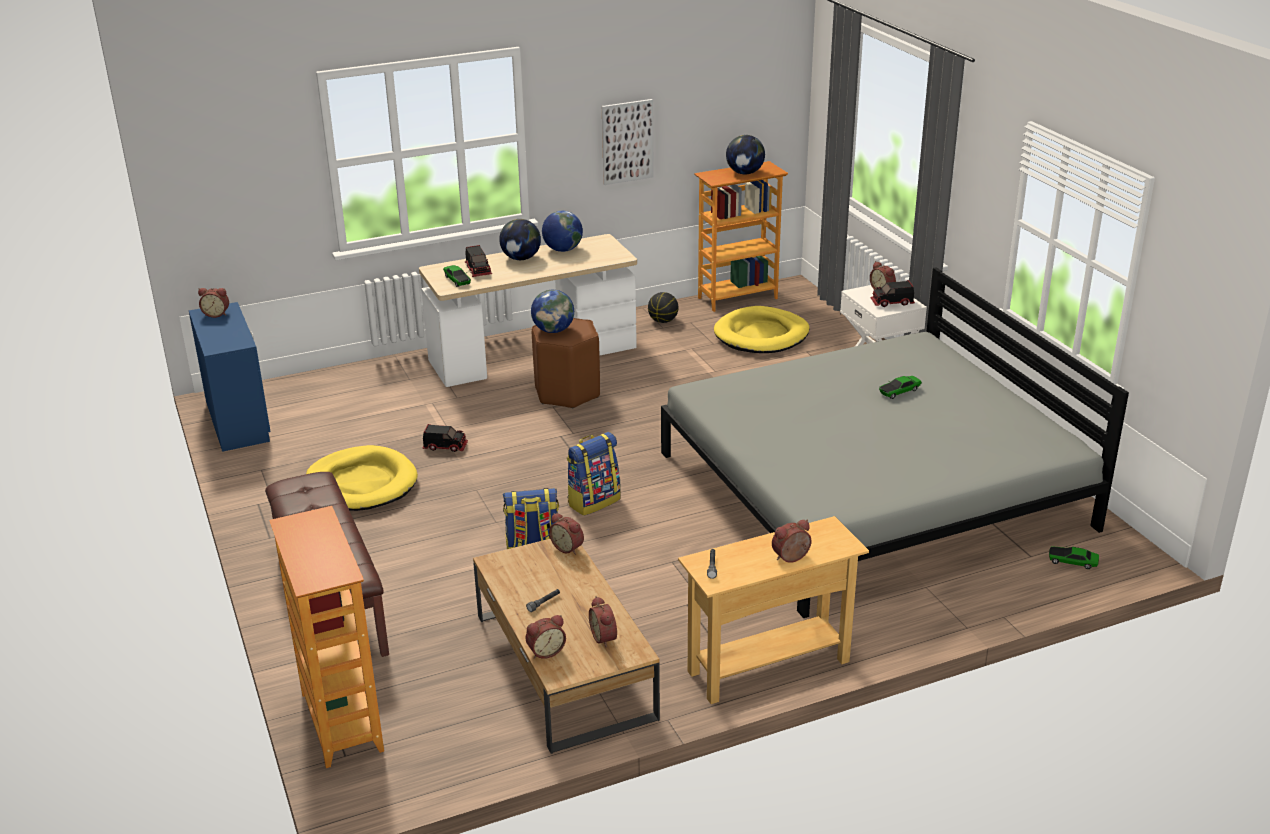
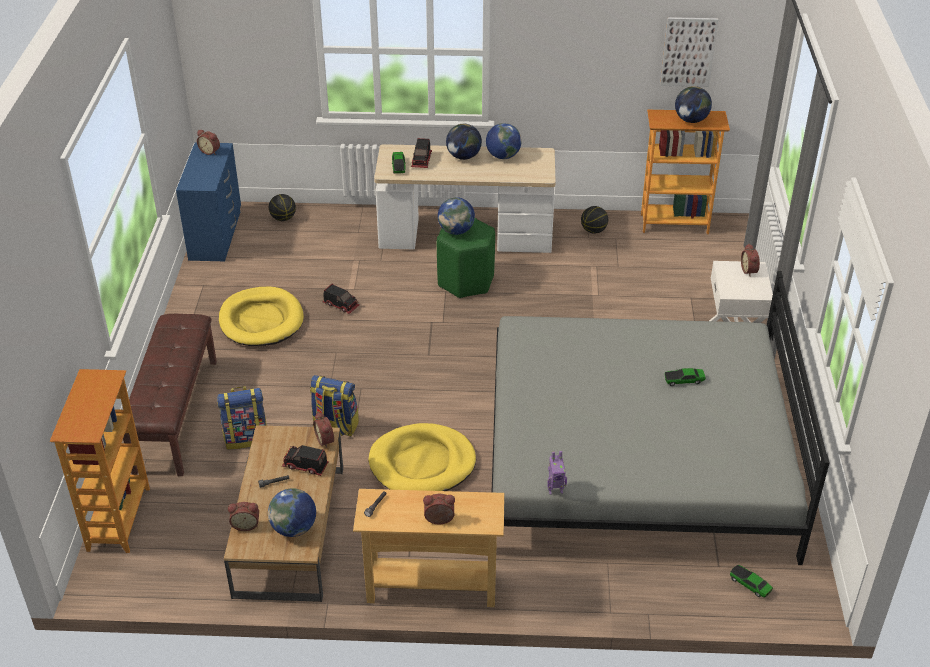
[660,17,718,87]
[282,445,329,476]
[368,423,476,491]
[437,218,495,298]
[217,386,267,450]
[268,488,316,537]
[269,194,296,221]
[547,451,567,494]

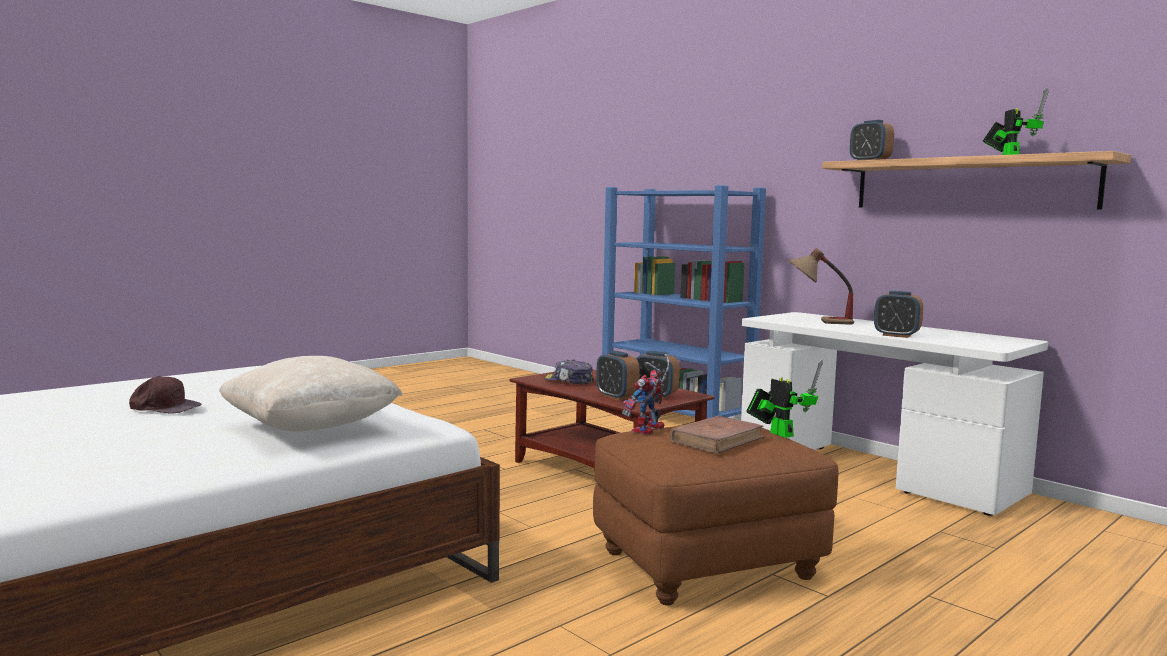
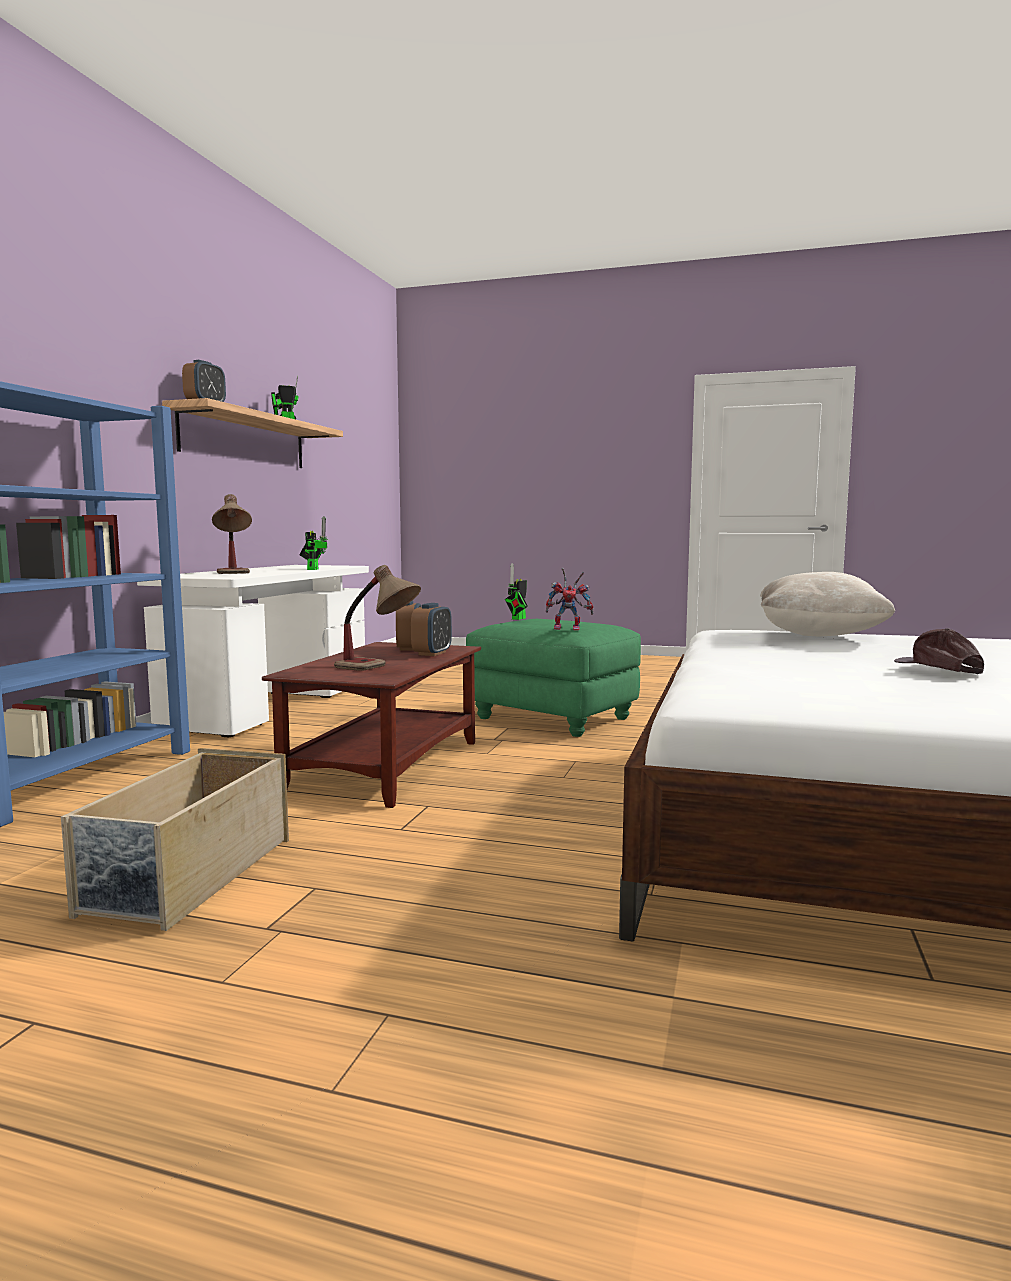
[299,516,328,570]
[334,565,421,671]
[669,416,765,454] (first image)
[466,619,641,737]
[61,748,289,931]

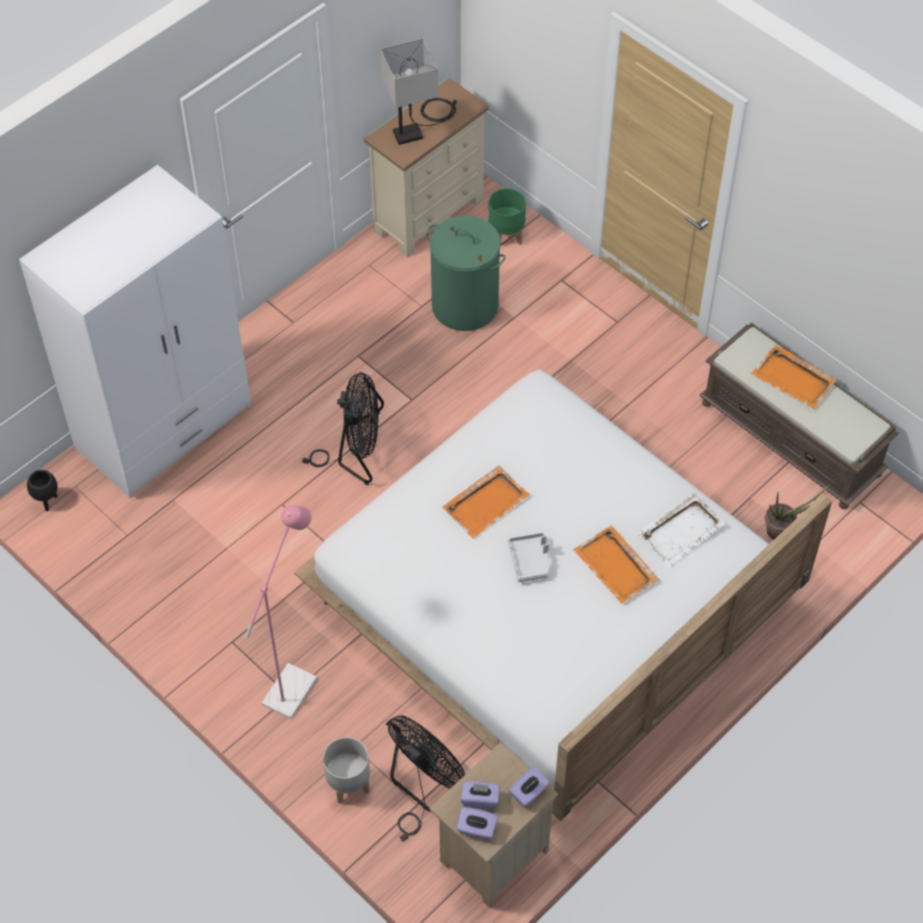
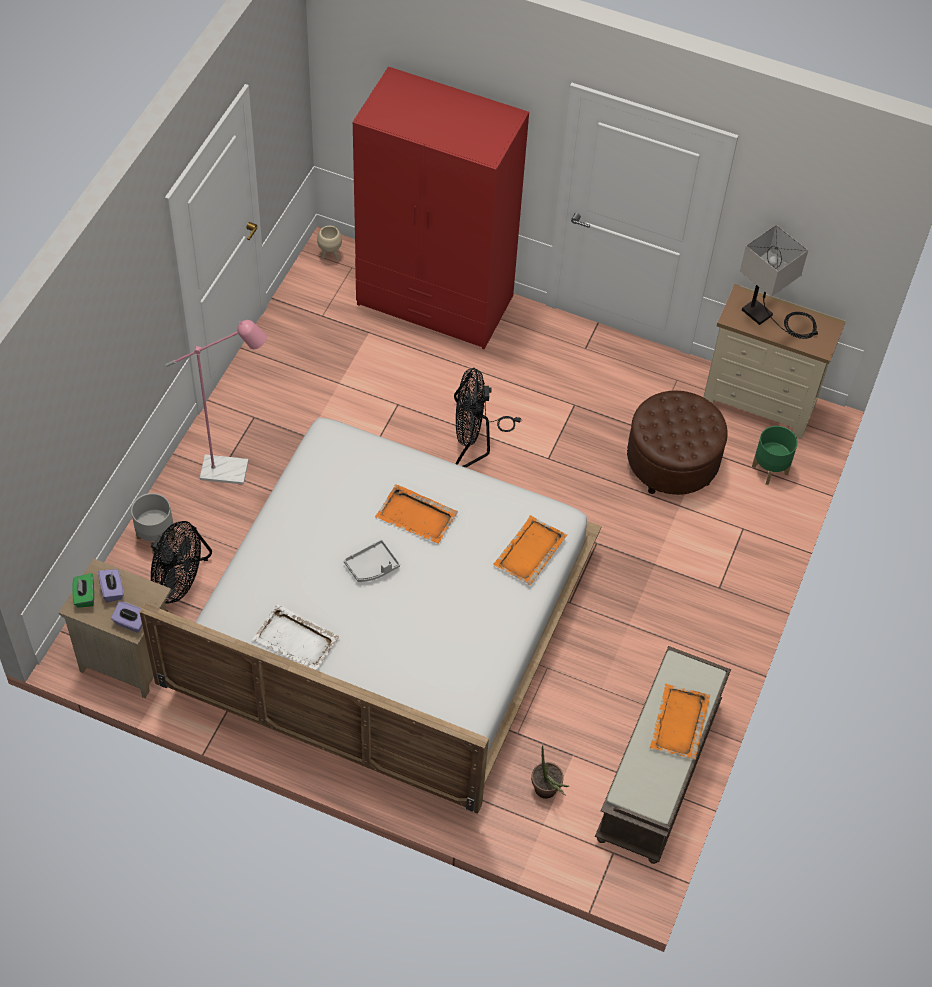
[353,67,529,349]
[627,391,728,495]
[454,368,521,468]
[317,226,342,260]
[252,605,340,670]
[493,515,567,585]
[72,573,94,608]

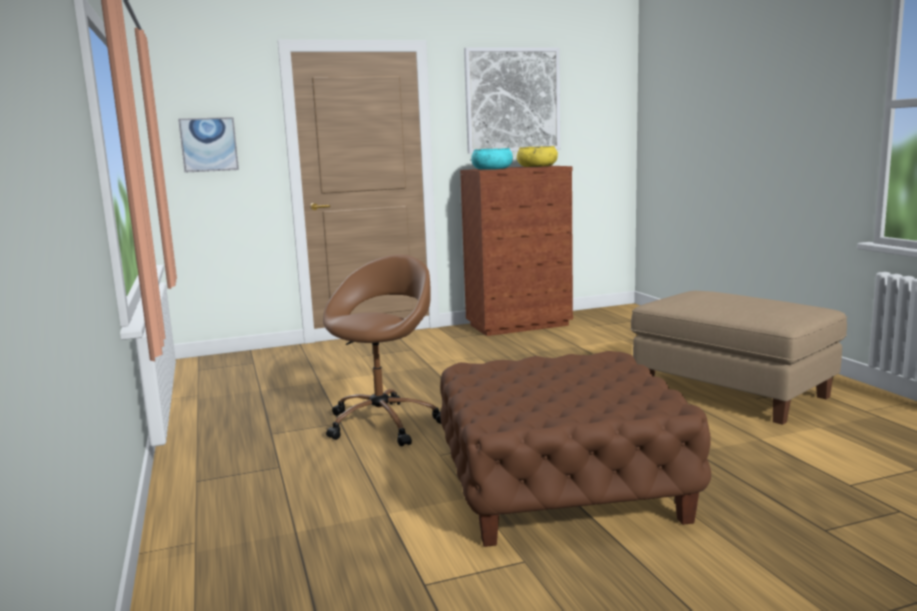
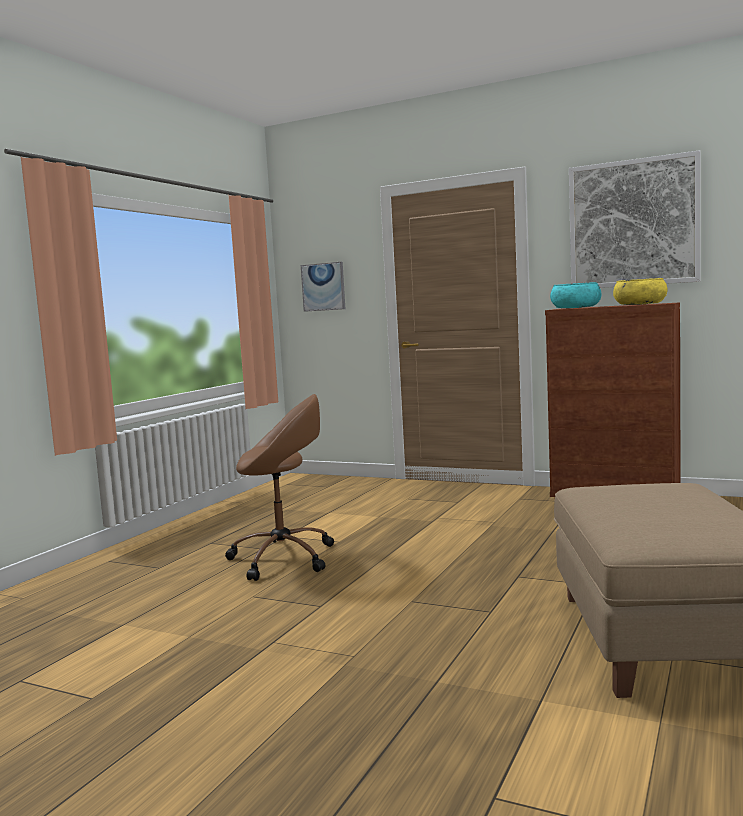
[440,351,711,547] (first image)

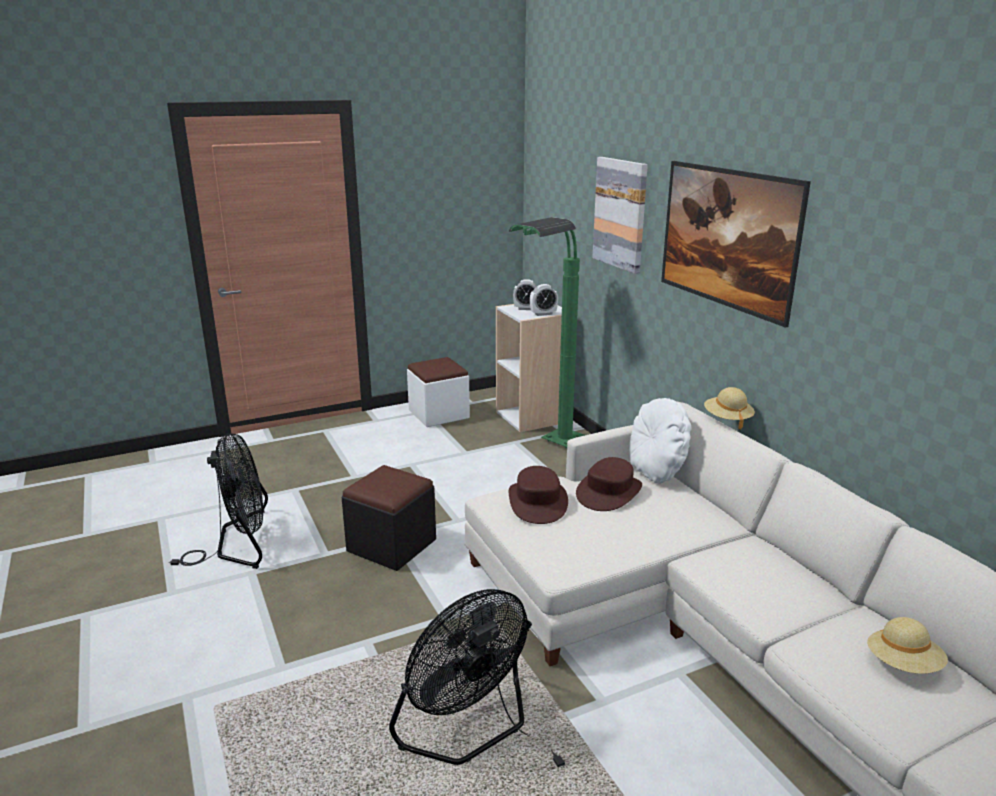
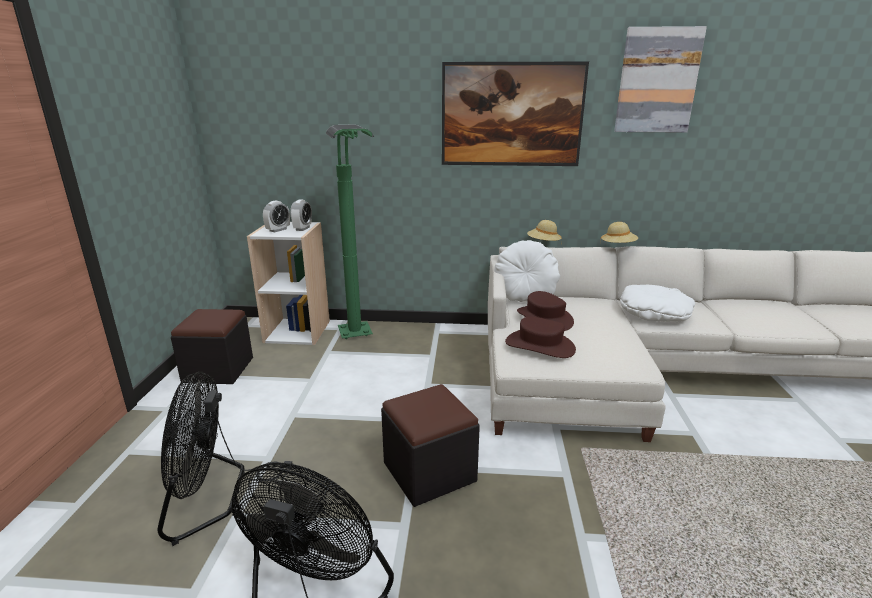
[614,26,707,133]
[171,309,253,384]
[157,371,294,546]
[600,222,638,243]
[620,285,695,322]

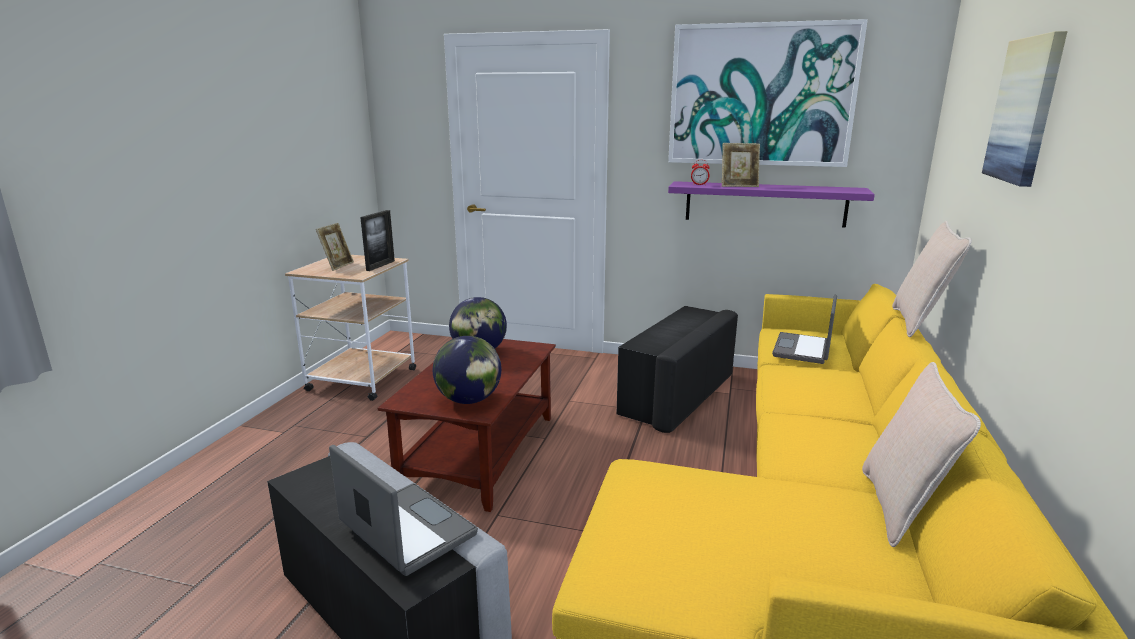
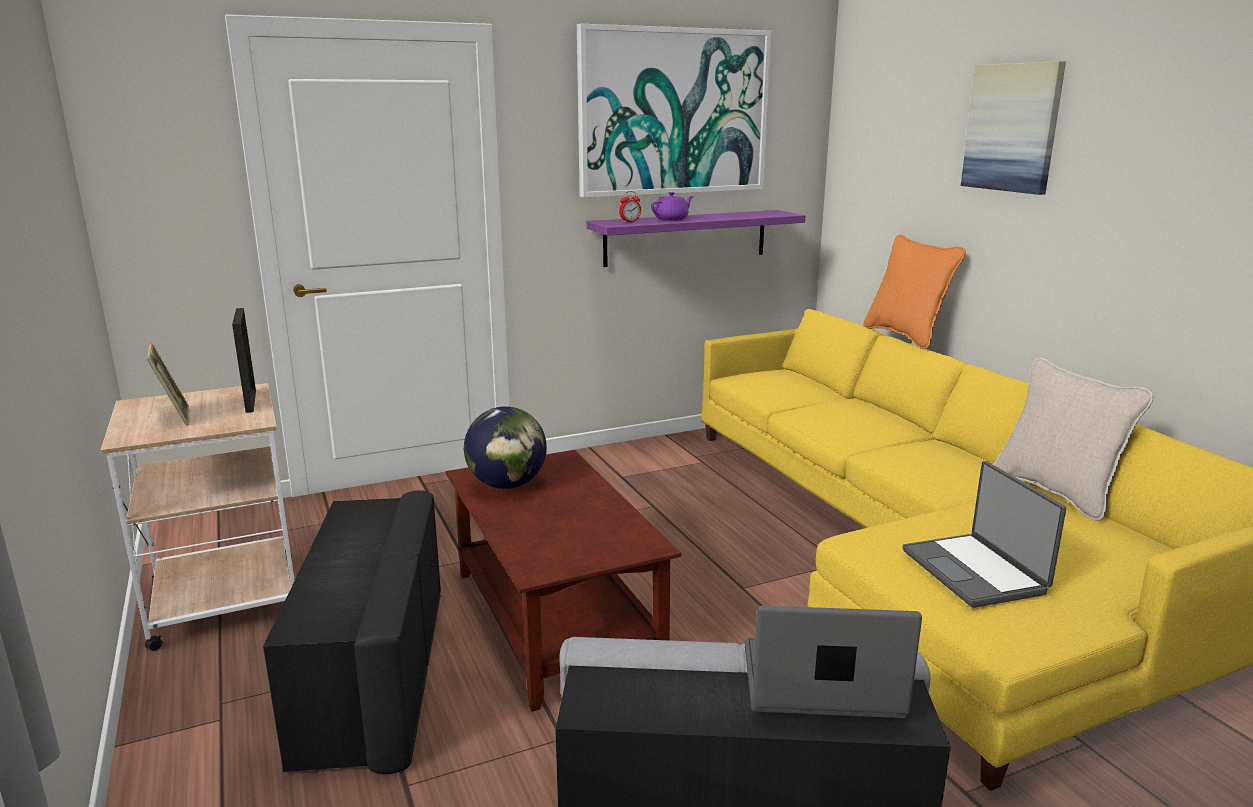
[651,192,693,221]
[863,234,966,349]
[902,461,1066,608]
[263,490,441,774]
[433,336,501,404] (first image)

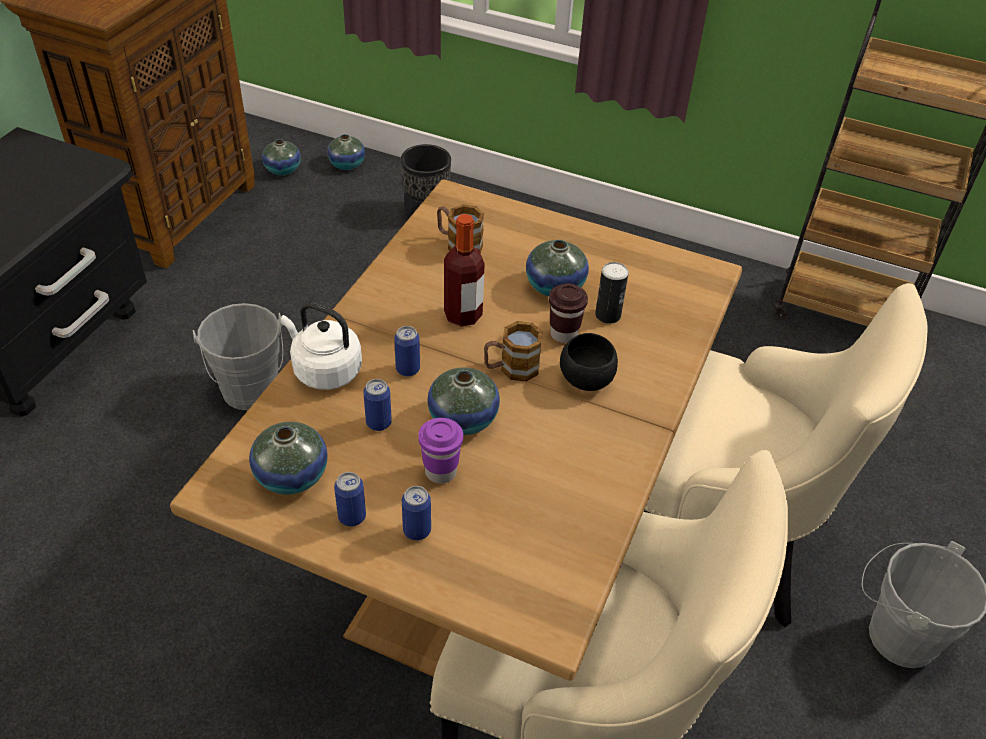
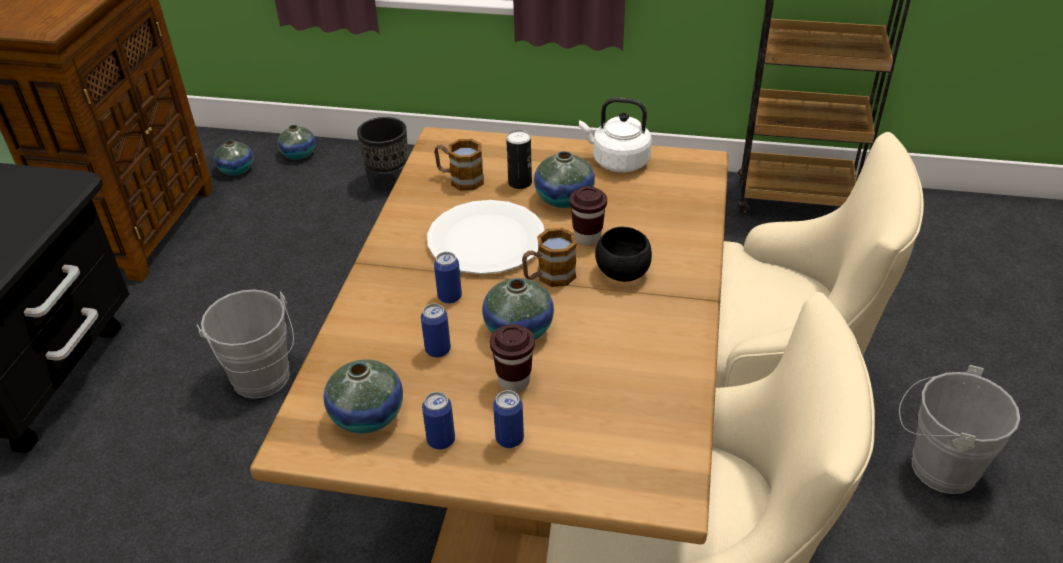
[427,200,545,274]
[506,130,532,189]
[579,97,652,172]
[490,324,535,392]

